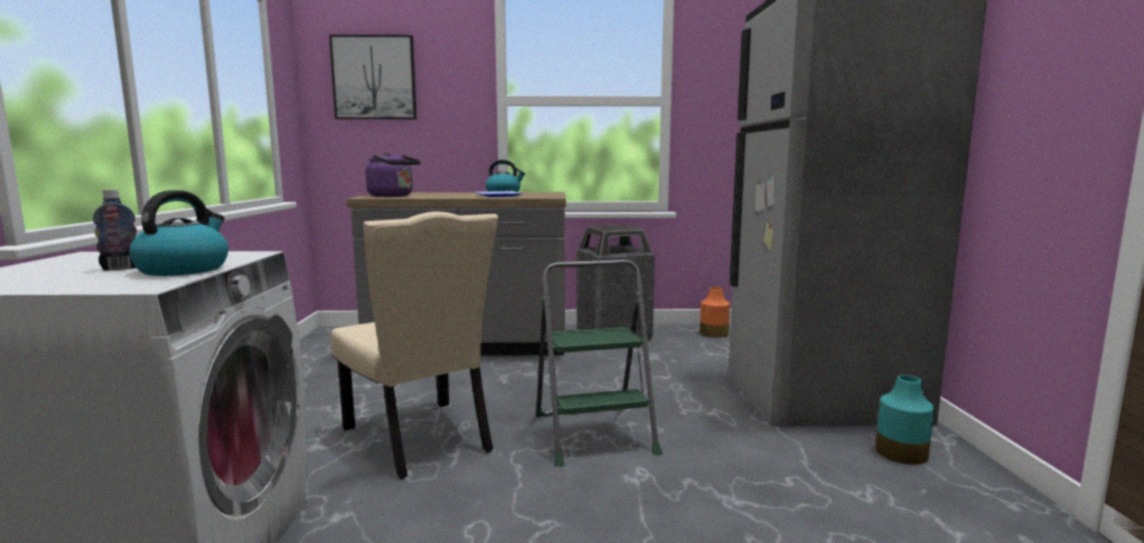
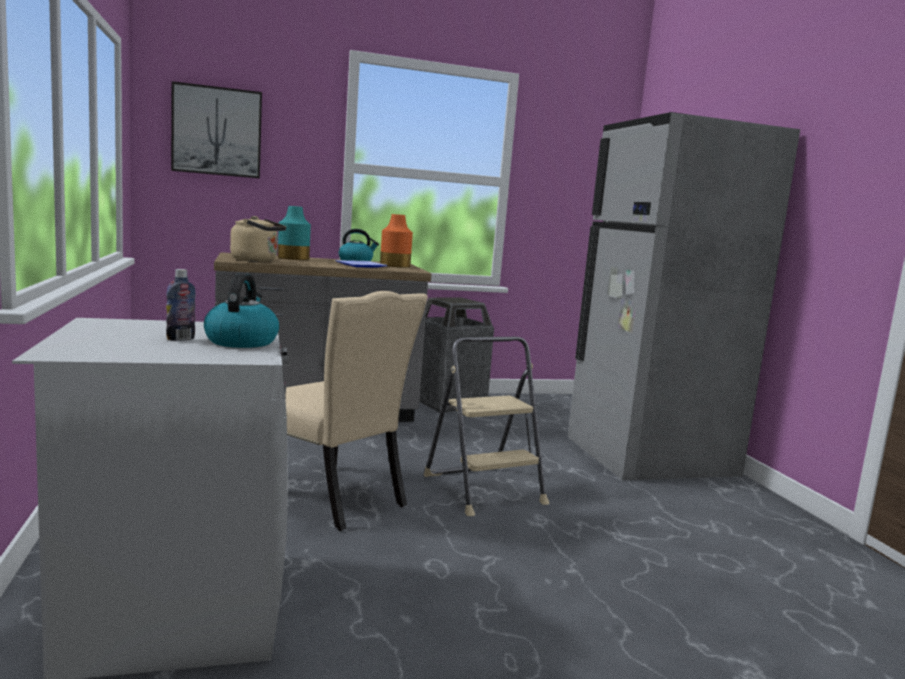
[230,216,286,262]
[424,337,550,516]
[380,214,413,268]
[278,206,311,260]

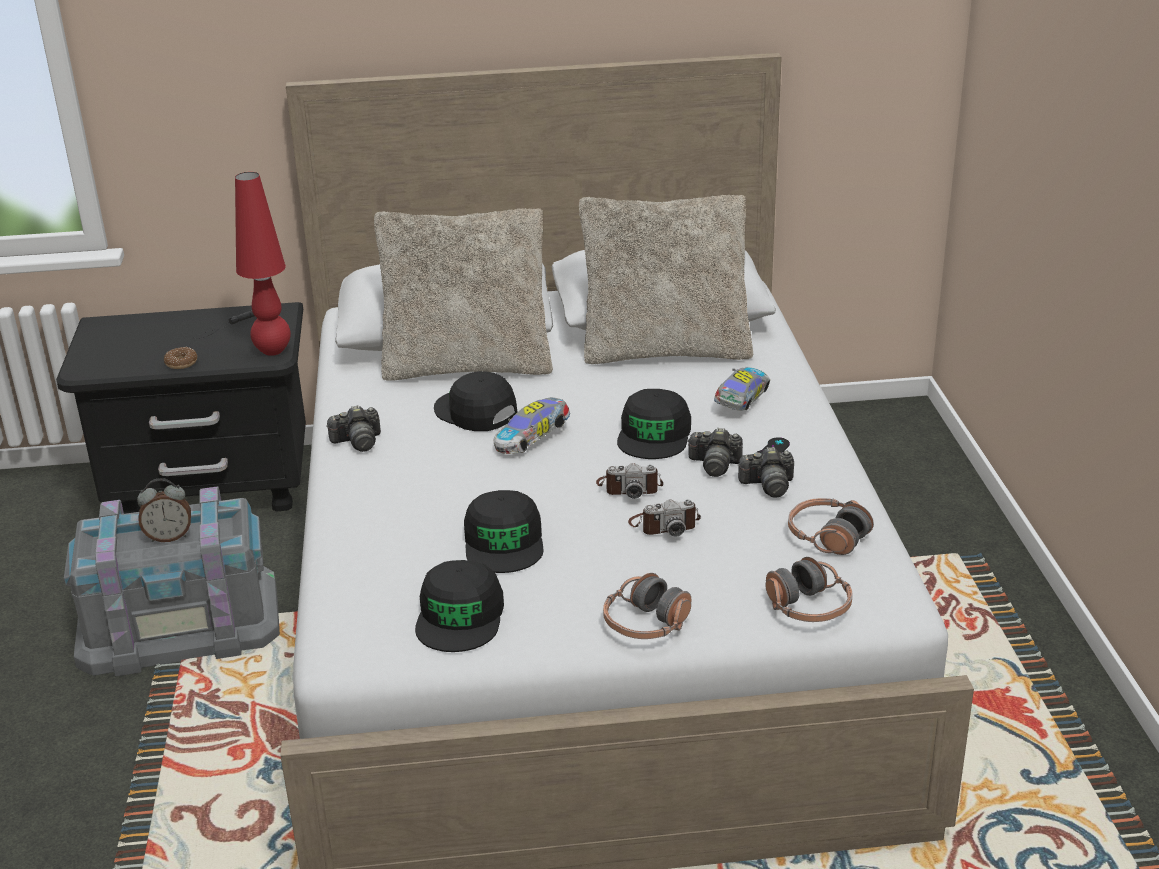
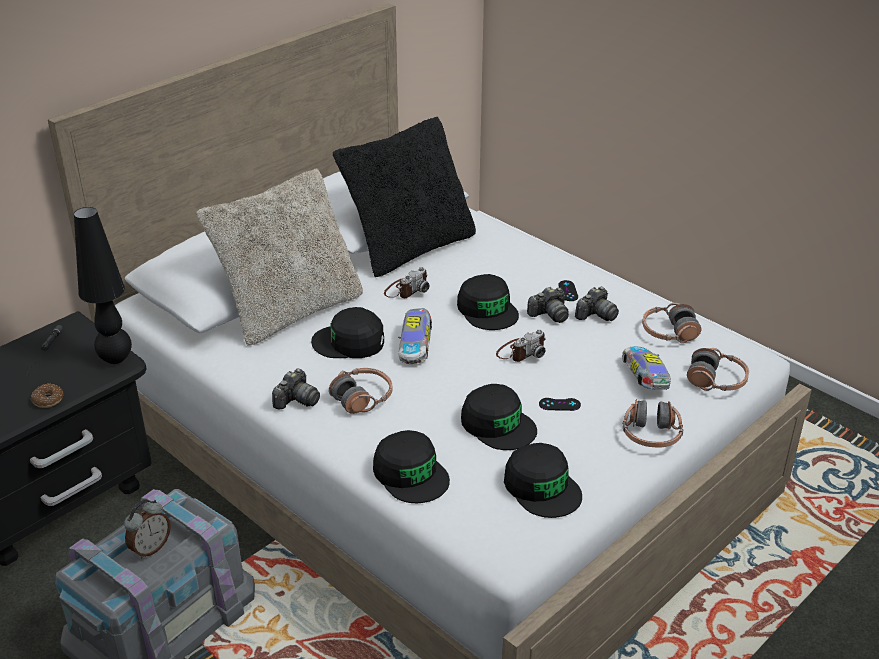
[74,207,132,364]
[333,117,476,277]
[622,346,671,390]
[384,267,429,298]
[329,368,393,414]
[539,398,581,411]
[373,430,450,503]

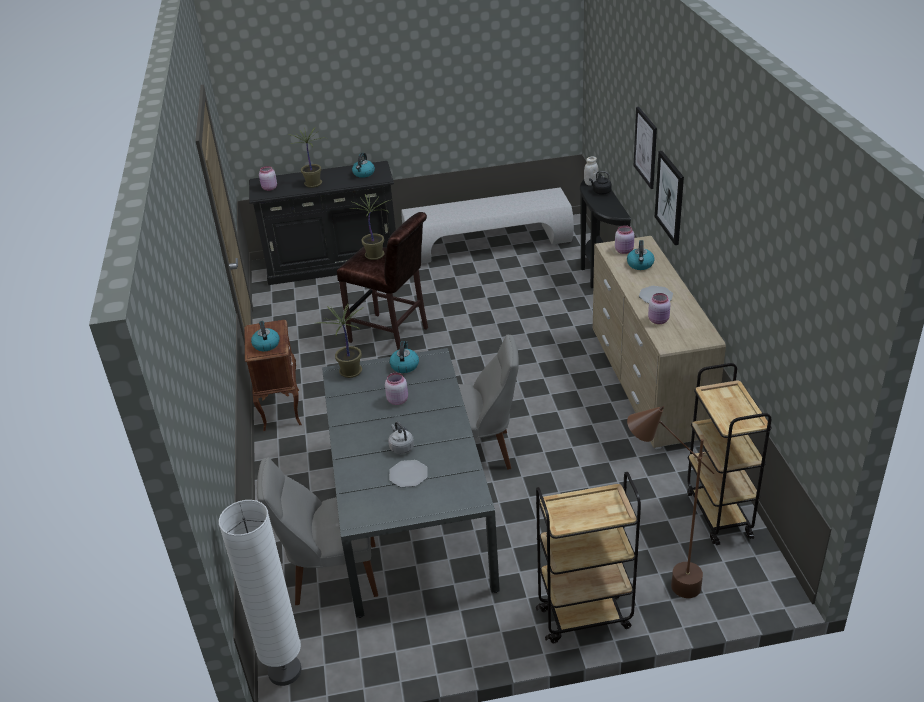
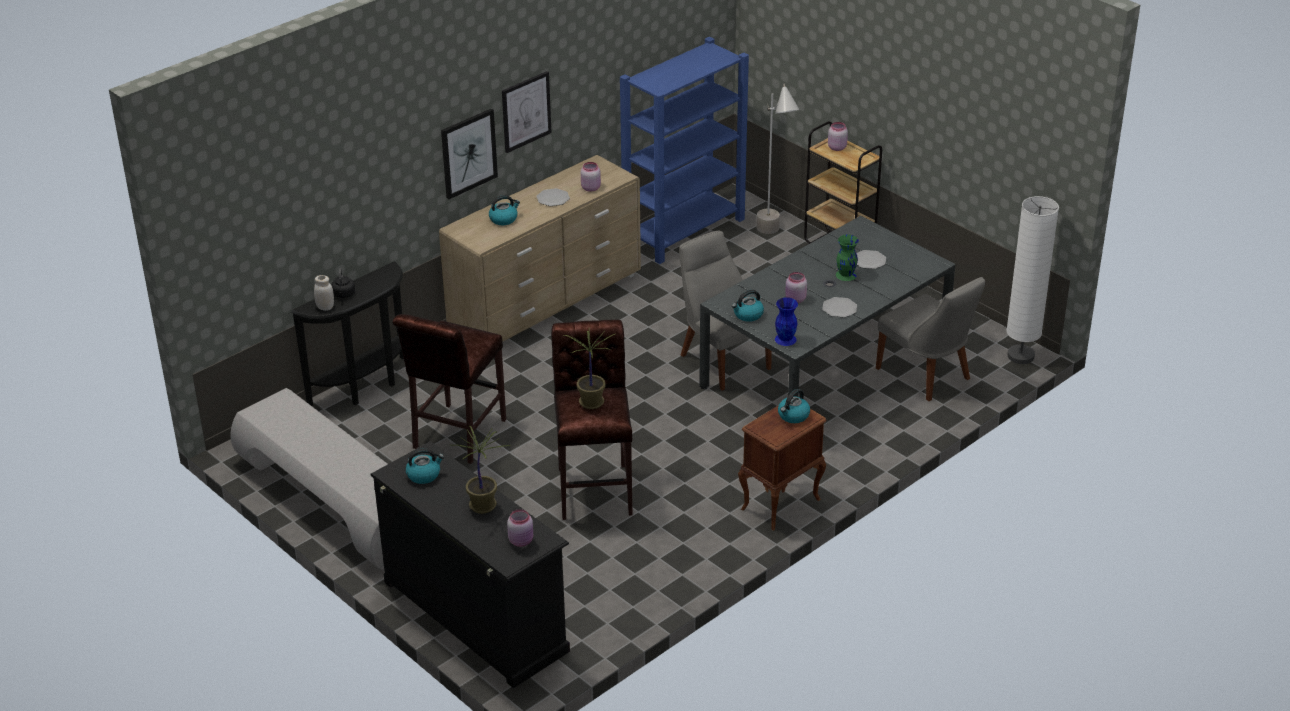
[502,71,551,153]
[828,122,848,151]
[775,297,798,346]
[620,37,749,264]
[756,83,799,234]
[836,235,859,281]
[822,297,857,318]
[393,314,506,464]

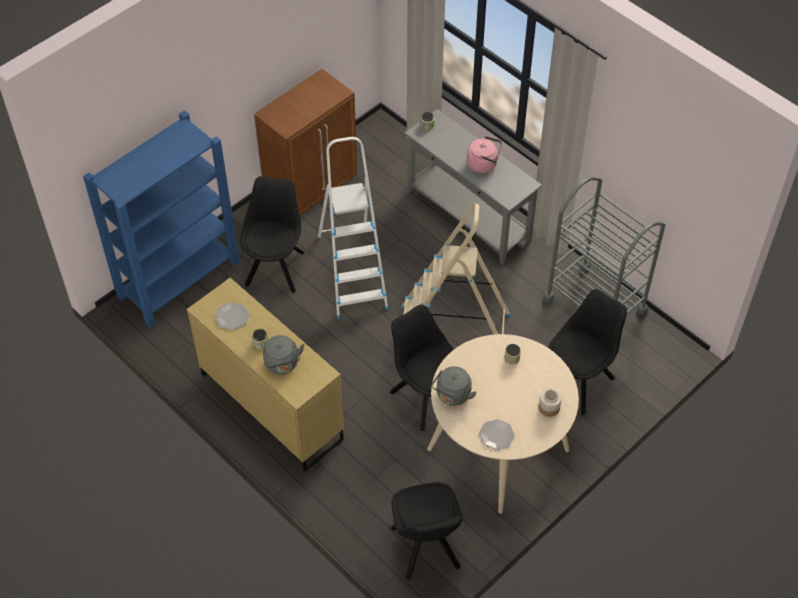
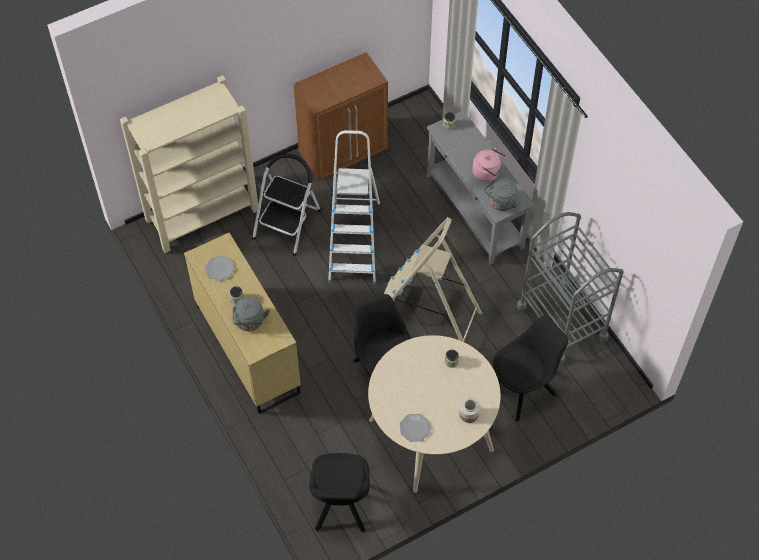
[120,75,258,253]
[252,154,321,256]
[484,179,519,211]

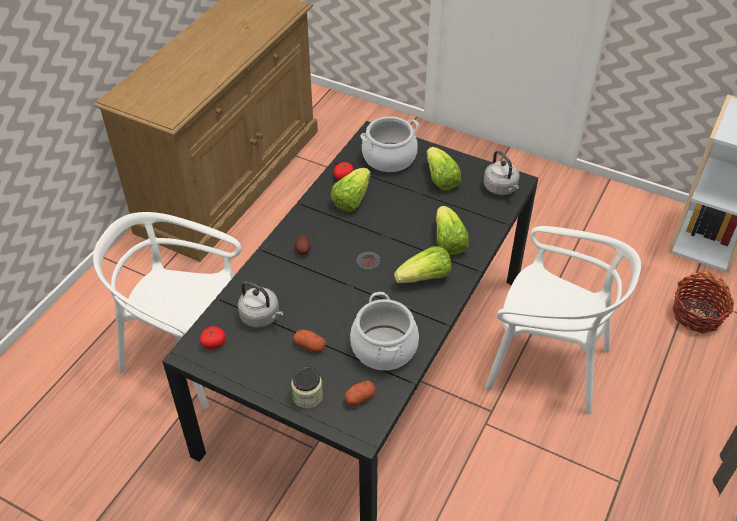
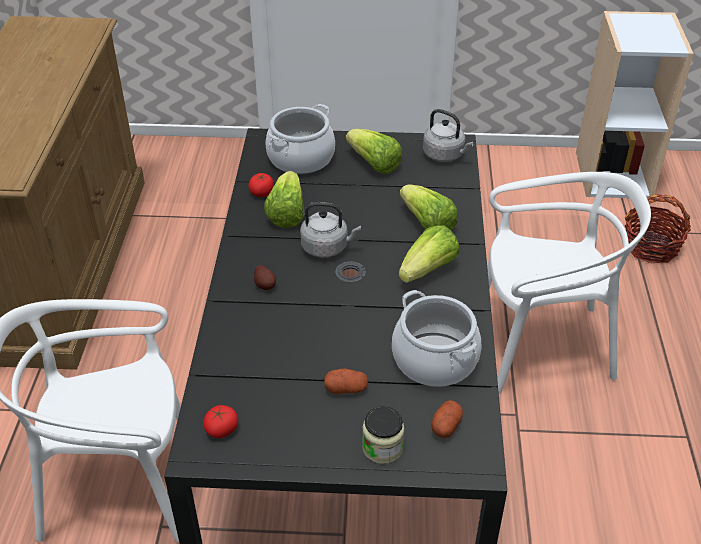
[300,202,361,258]

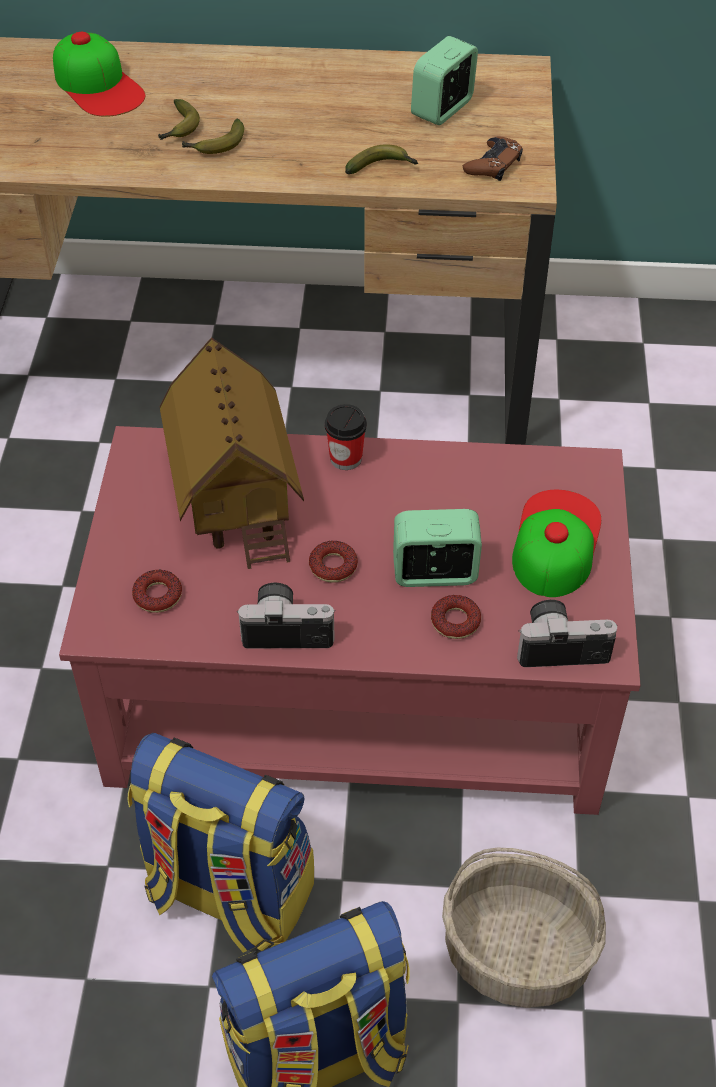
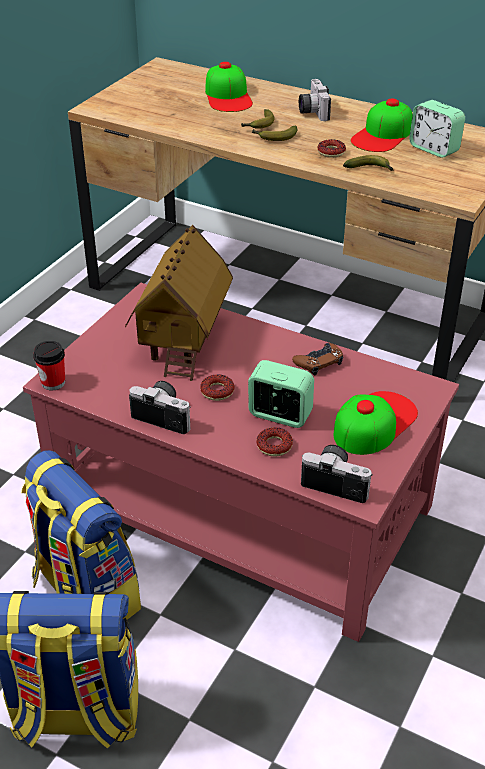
[409,100,465,158]
[292,343,343,376]
[33,341,65,390]
[317,139,346,158]
[442,847,606,1008] (first image)
[299,79,331,121]
[351,98,413,152]

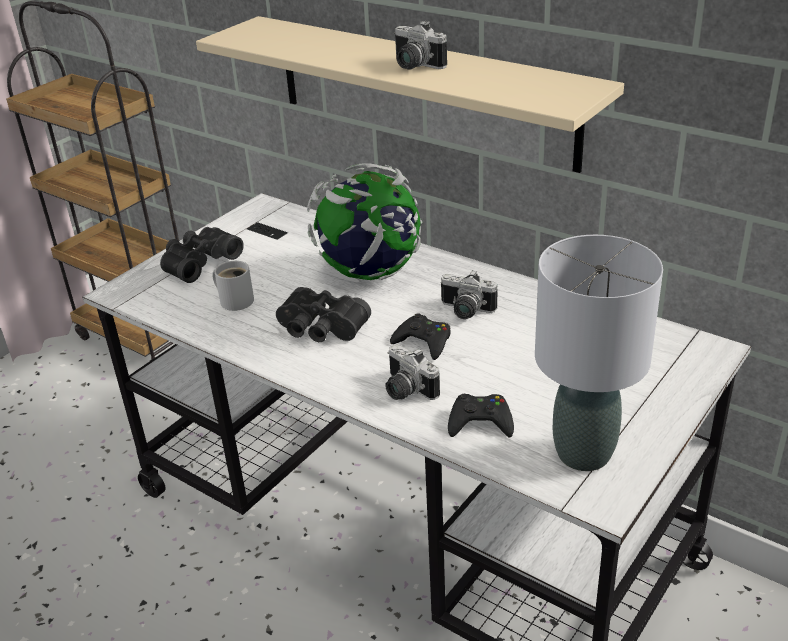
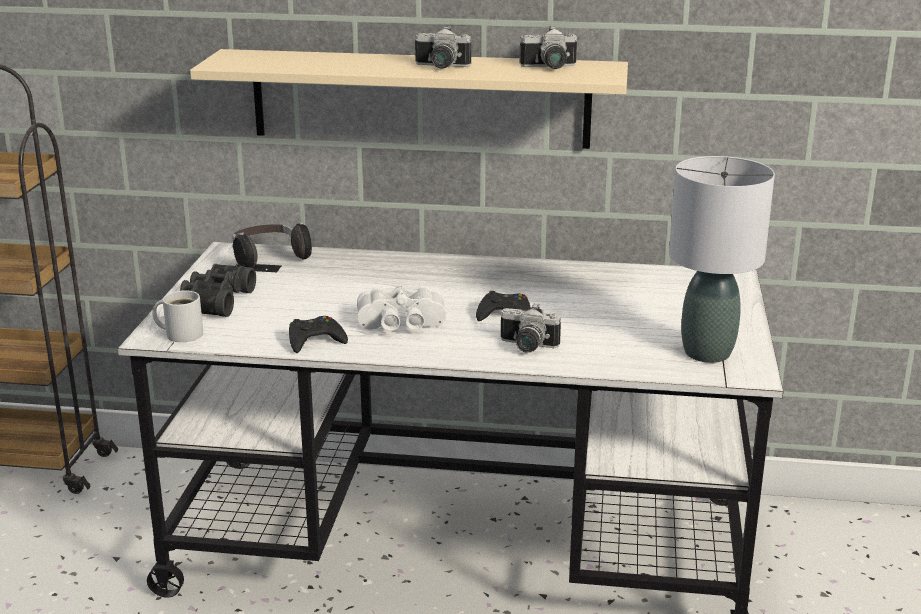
[307,163,422,280] (first image)
[152,290,203,342]
[519,26,577,69]
[357,285,447,331]
[289,316,348,353]
[232,222,312,268]

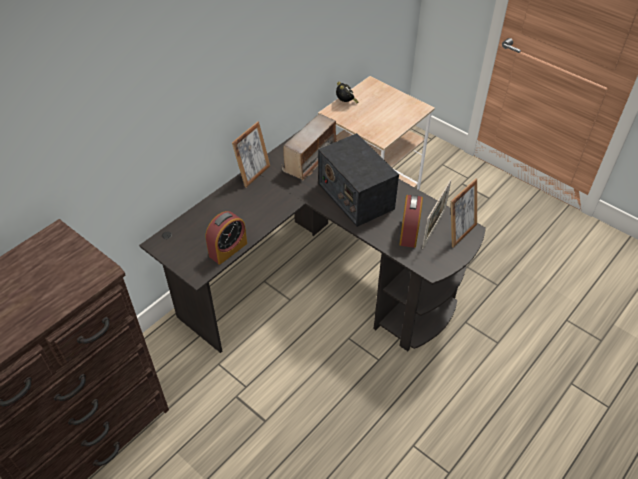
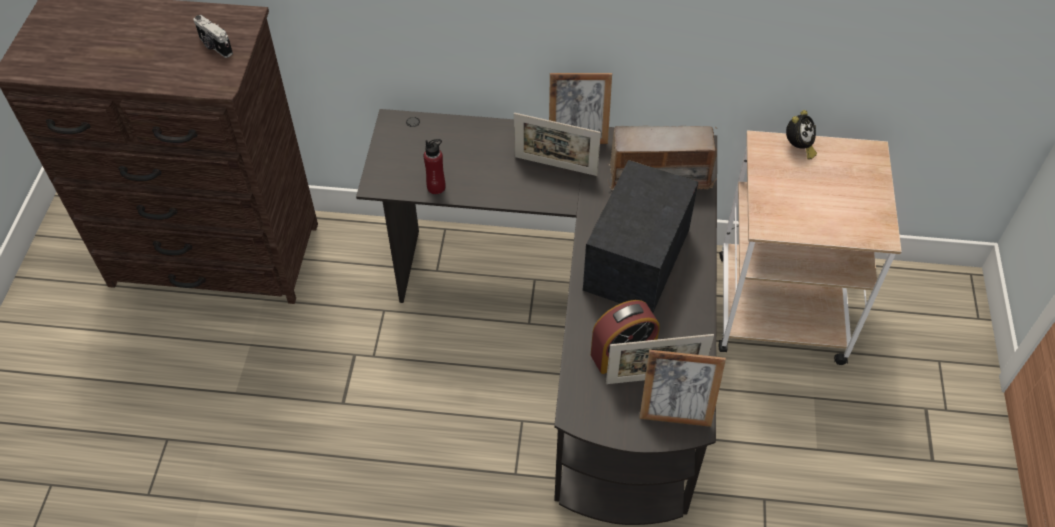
[424,139,445,194]
[193,15,233,58]
[514,113,601,176]

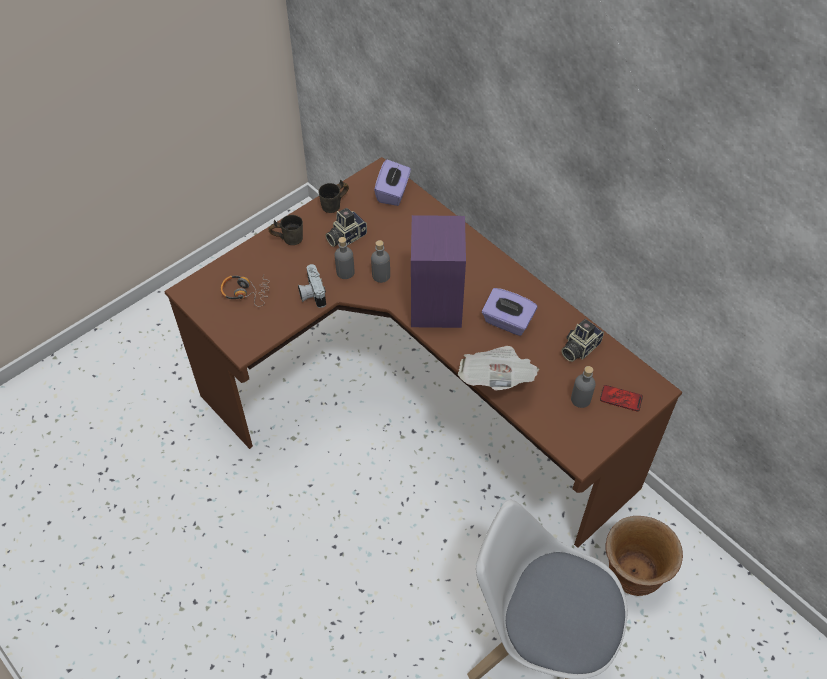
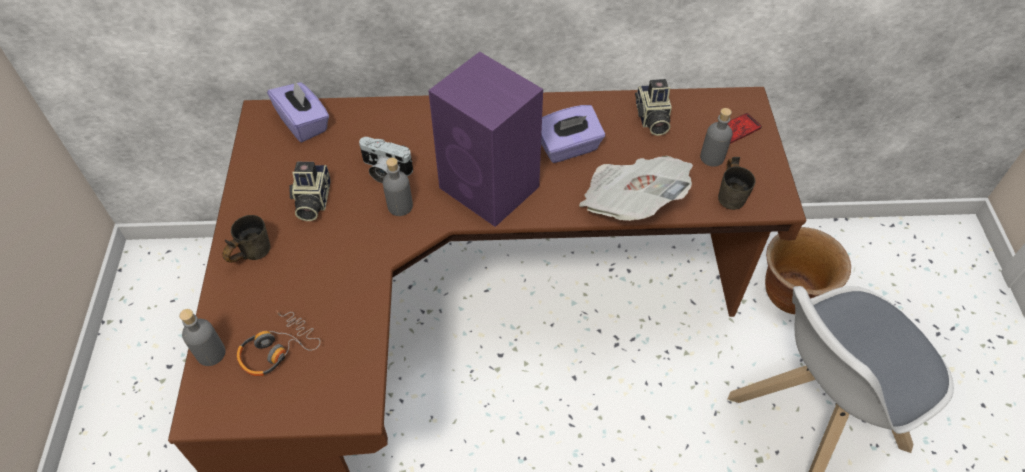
[718,157,756,210]
[179,309,225,366]
[359,137,413,183]

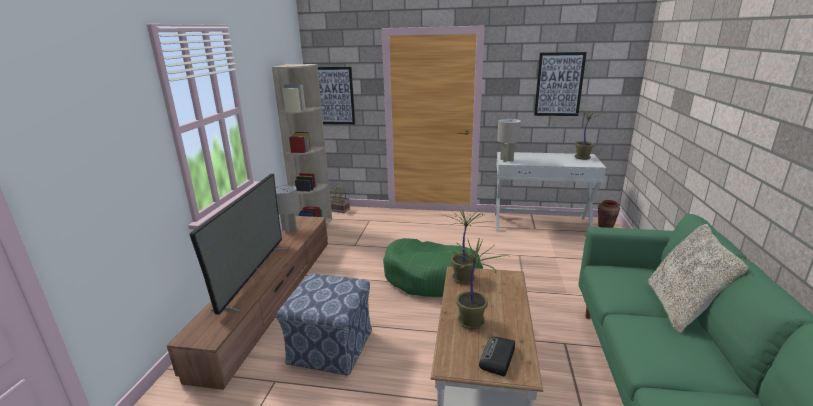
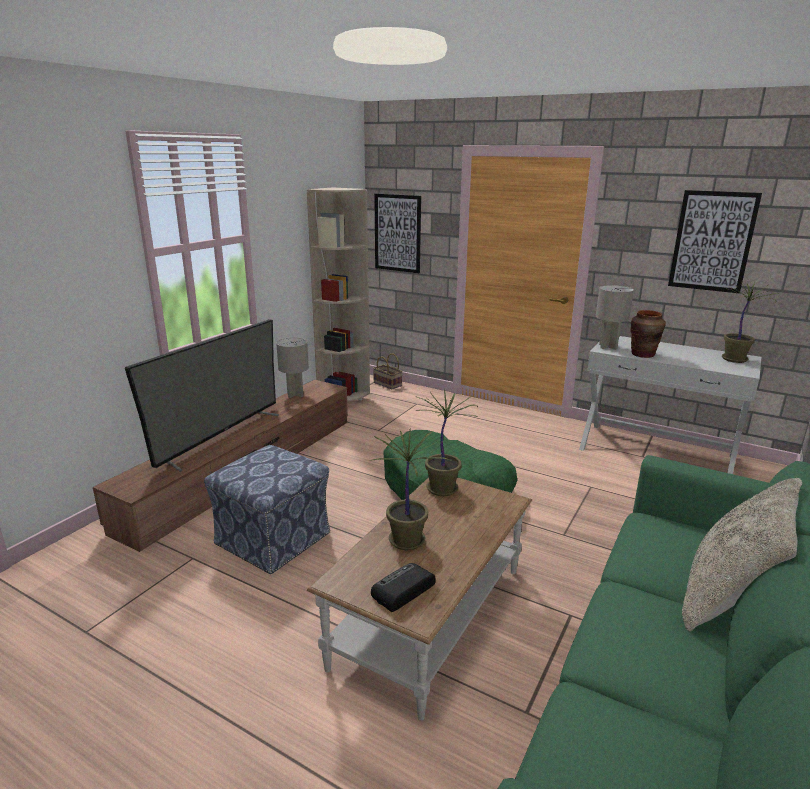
[630,310,666,358]

